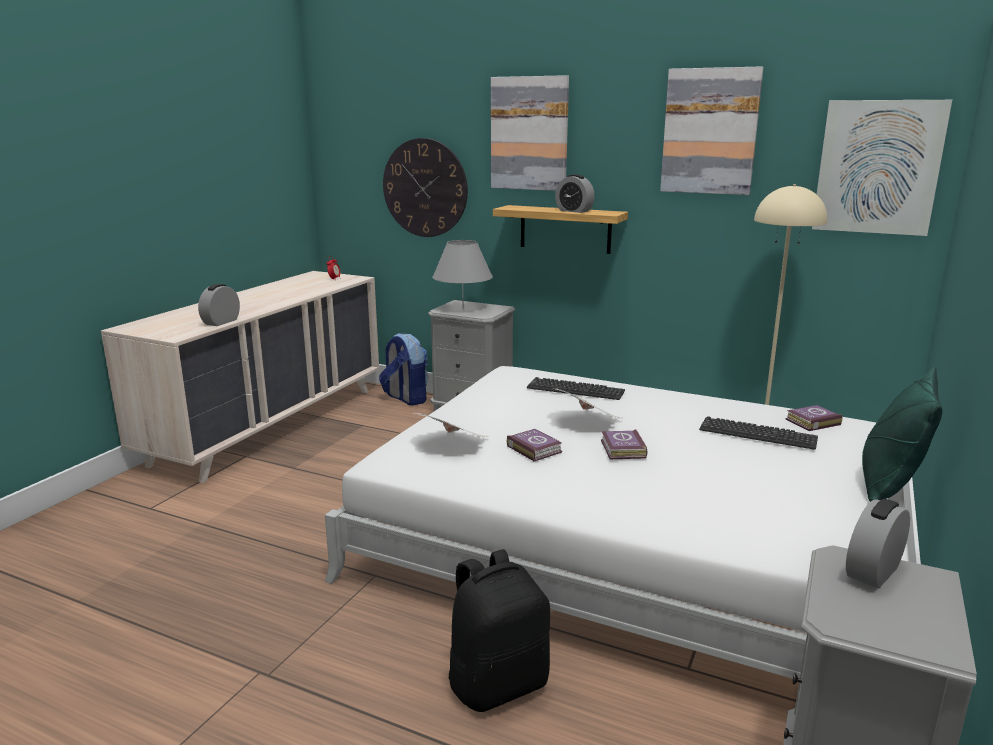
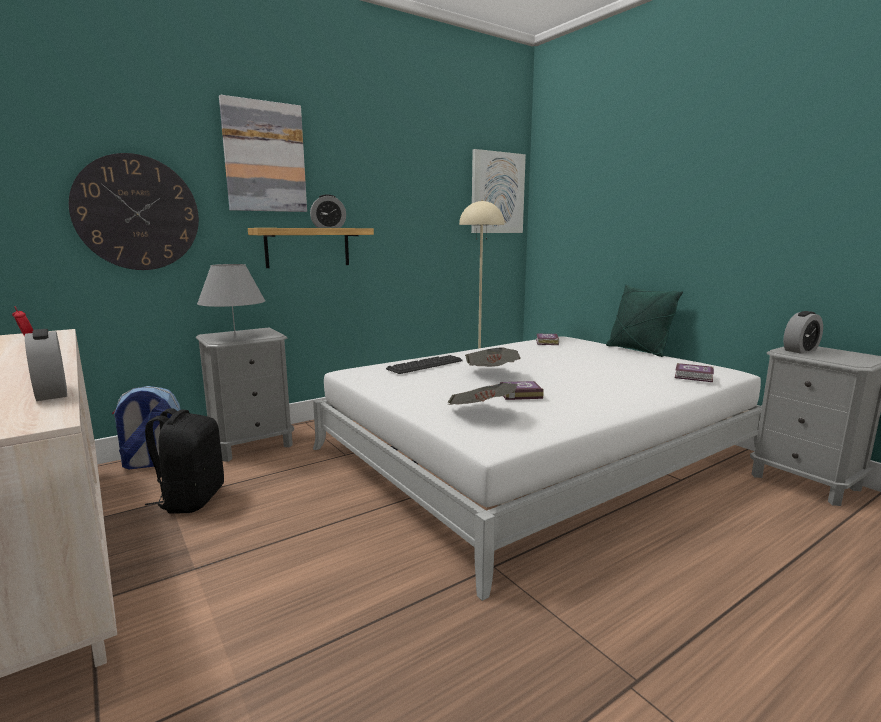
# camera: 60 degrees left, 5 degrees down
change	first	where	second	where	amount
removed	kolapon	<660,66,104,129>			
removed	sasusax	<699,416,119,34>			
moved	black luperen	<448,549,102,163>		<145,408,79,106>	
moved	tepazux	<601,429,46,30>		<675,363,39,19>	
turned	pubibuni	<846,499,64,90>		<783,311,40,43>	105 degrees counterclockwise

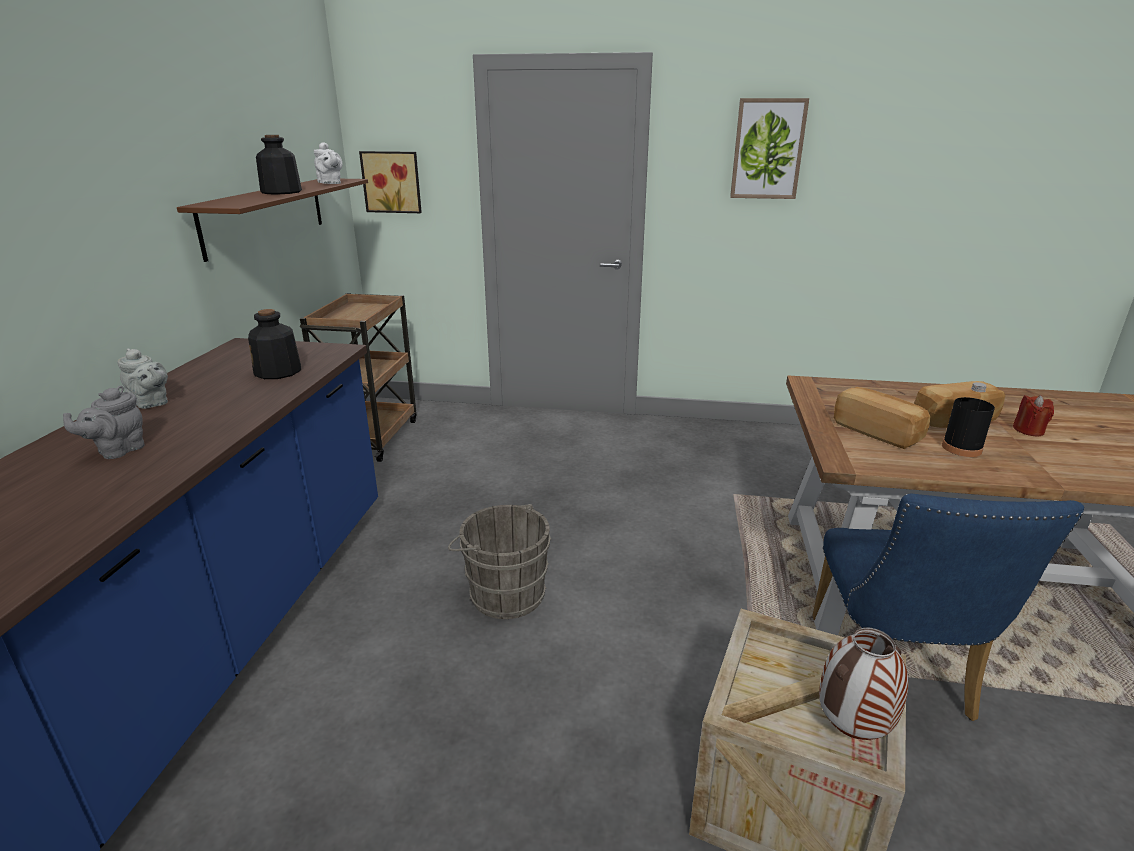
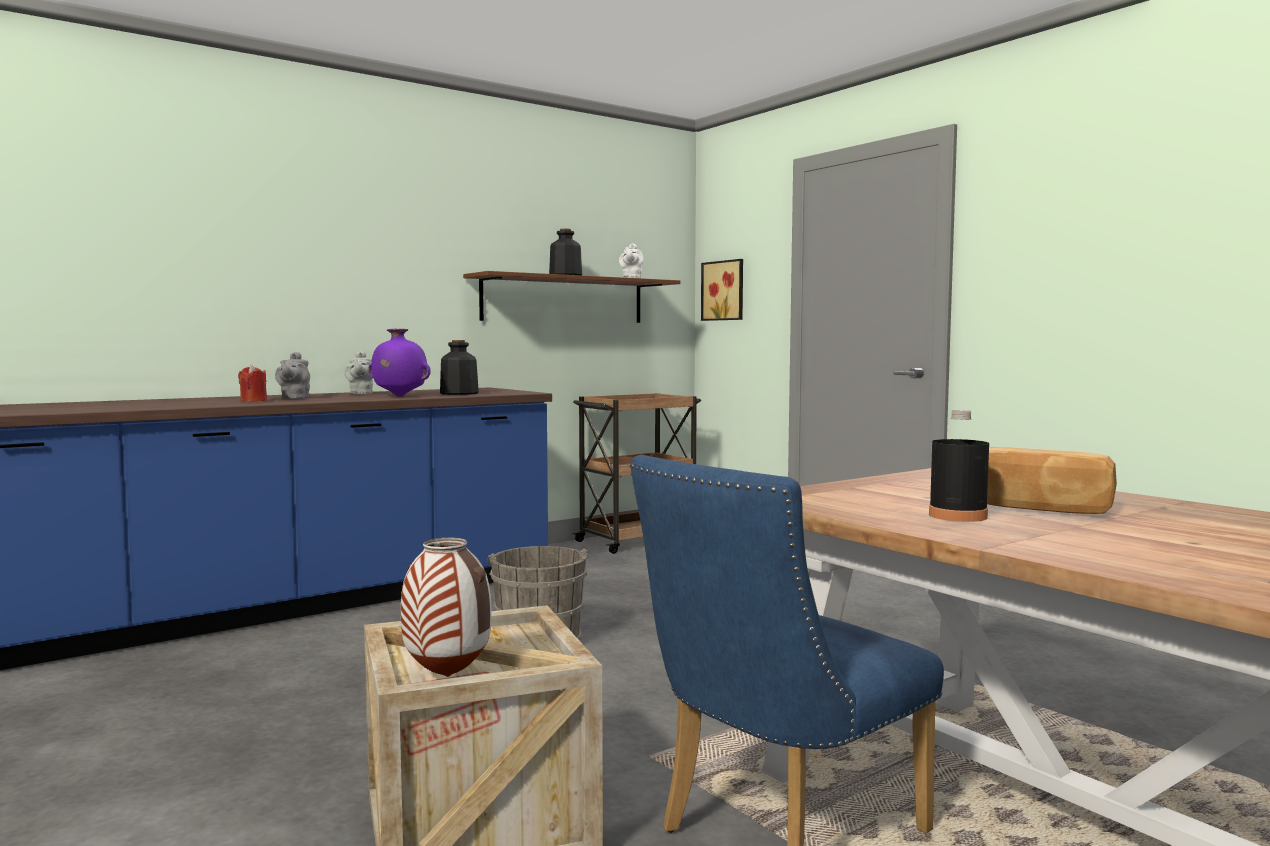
# camera: 45 degrees right, 20 degrees down
change	first	where	second	where	amount
removed	kolapon	<730,98,79,101>			
removed	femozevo	<834,387,96,62>			
added			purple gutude	<368,329,63,67>	
moved	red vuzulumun	<1013,395,41,41>		<238,365,29,37>	
turned	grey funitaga	<63,386,82,73>		<275,352,35,47>	75 degrees counterclockwise

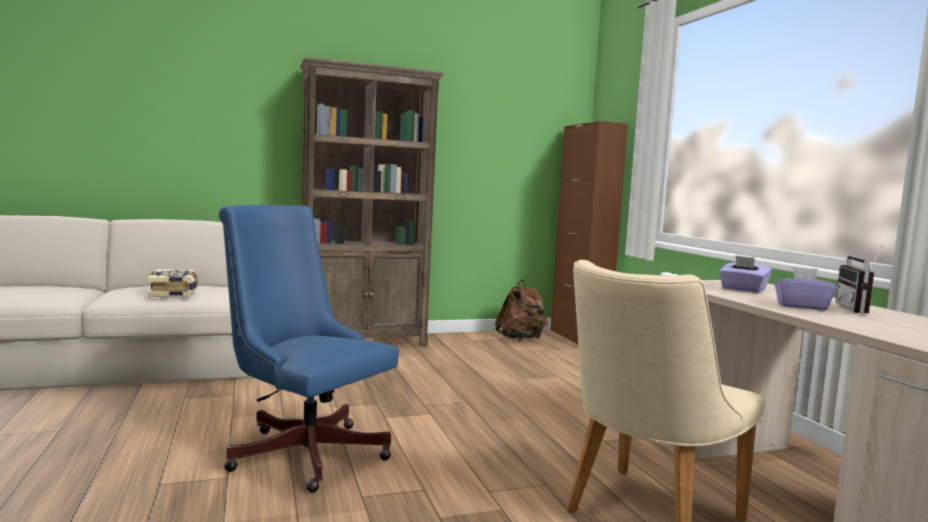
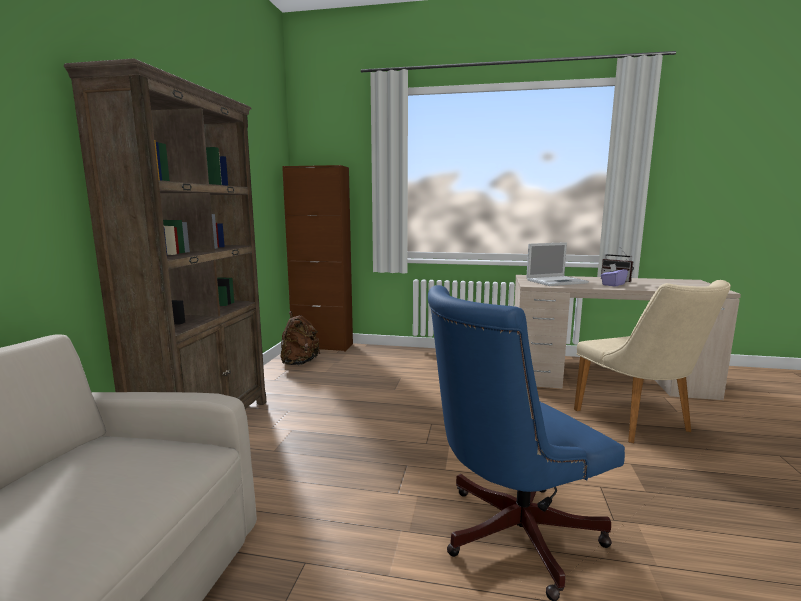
# camera: 60 degrees left, 5 degrees up
change	first	where	second	where	amount
removed	tepazux	<148,269,50,28>			
replaced	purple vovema	<719,255,53,38>	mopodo	<526,242,63,44>	

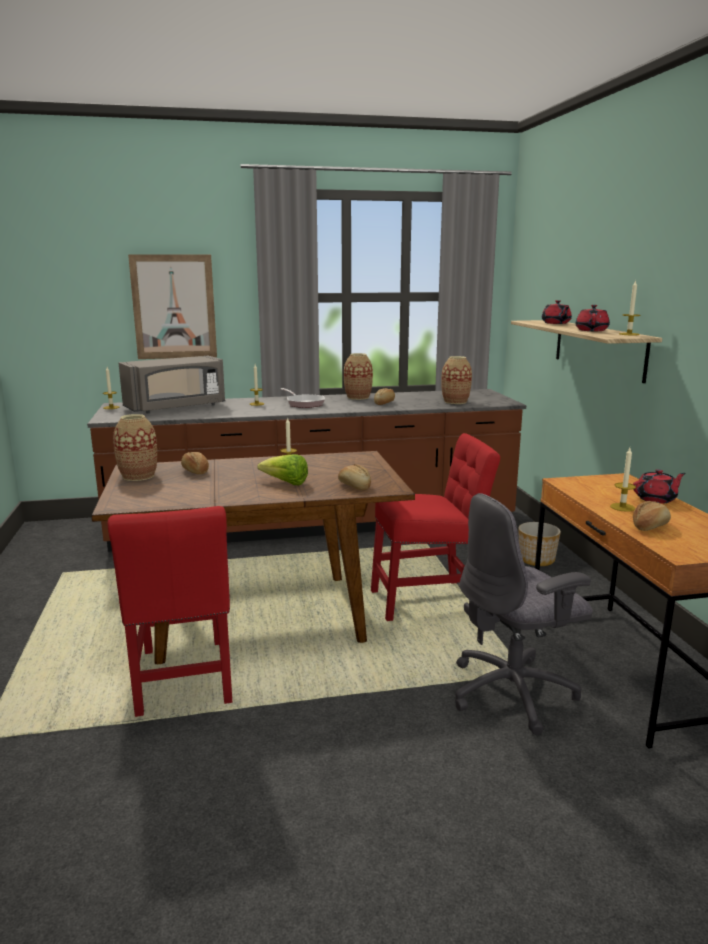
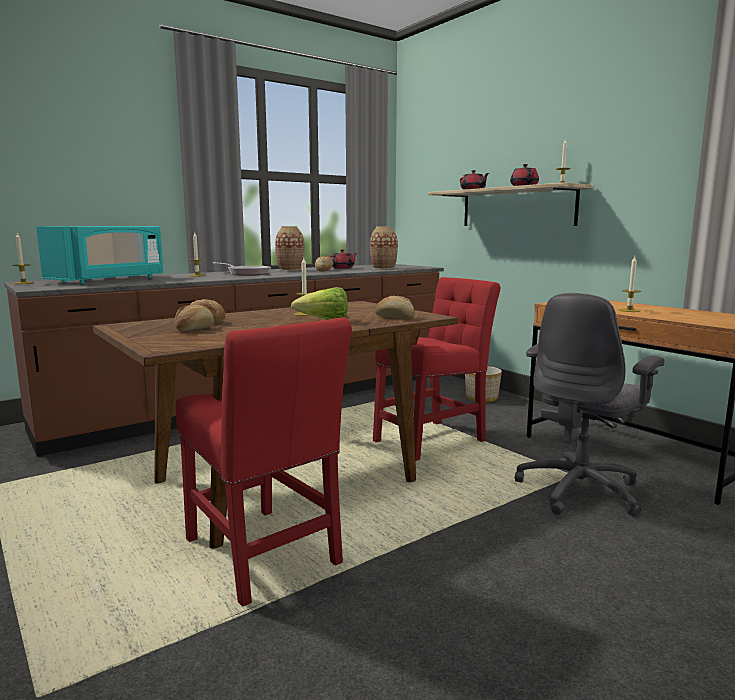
# camera: 25 degrees left, 5 degrees down
change	first	where	second	where	amount
removed	gutude	<113,414,44,67>			
removed	kolapon	<128,254,89,105>			
moved	red funitaga	<633,469,53,35>		<329,249,28,20>	
moved	femozevo	<633,501,38,30>		<175,305,39,26>	
recoloured	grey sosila	<119,356,106,57>	turquoise sosila	<36,226,127,58>	

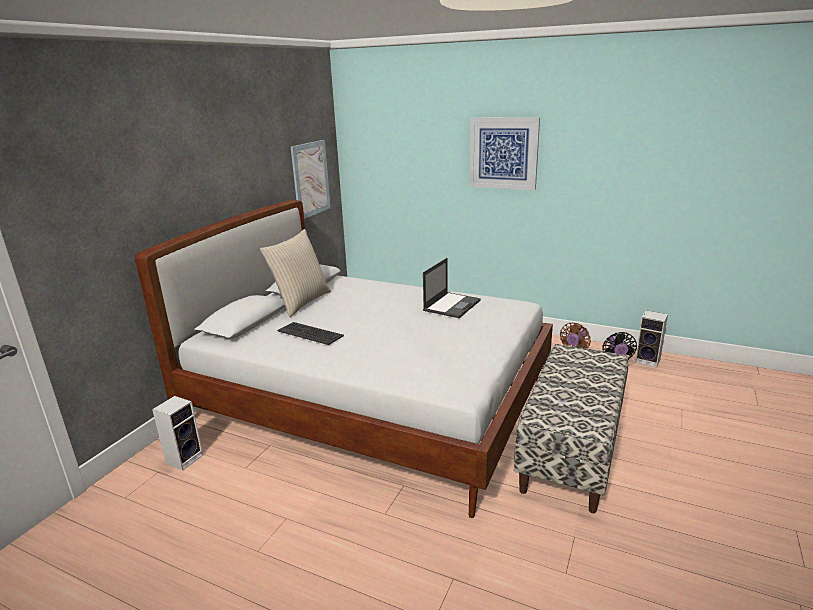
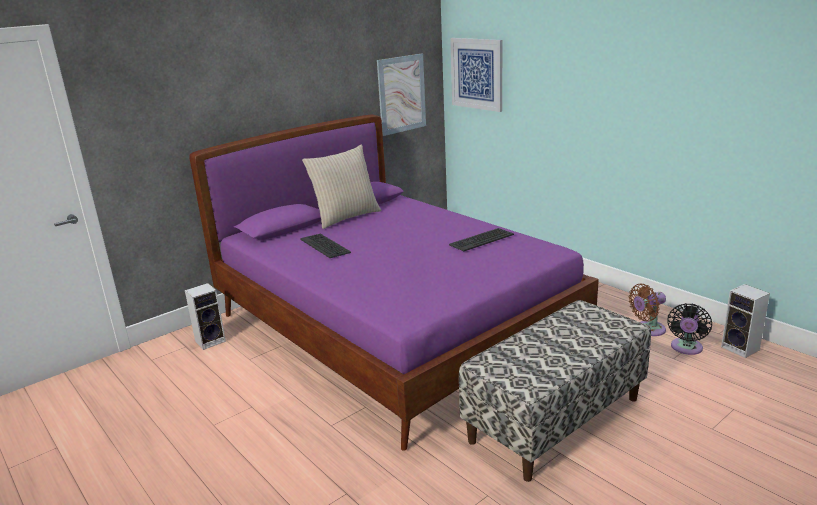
# camera: 25 degrees right, 0 degrees up
change	first	where	second	where	amount
moved	kolapon	<470,118,70,72>		<450,38,52,74>	
replaced	mopodo	<423,258,58,60>	sasusax	<449,228,65,23>	
recoloured	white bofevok	<135,200,418,318>	purple bofevok	<189,114,410,337>	

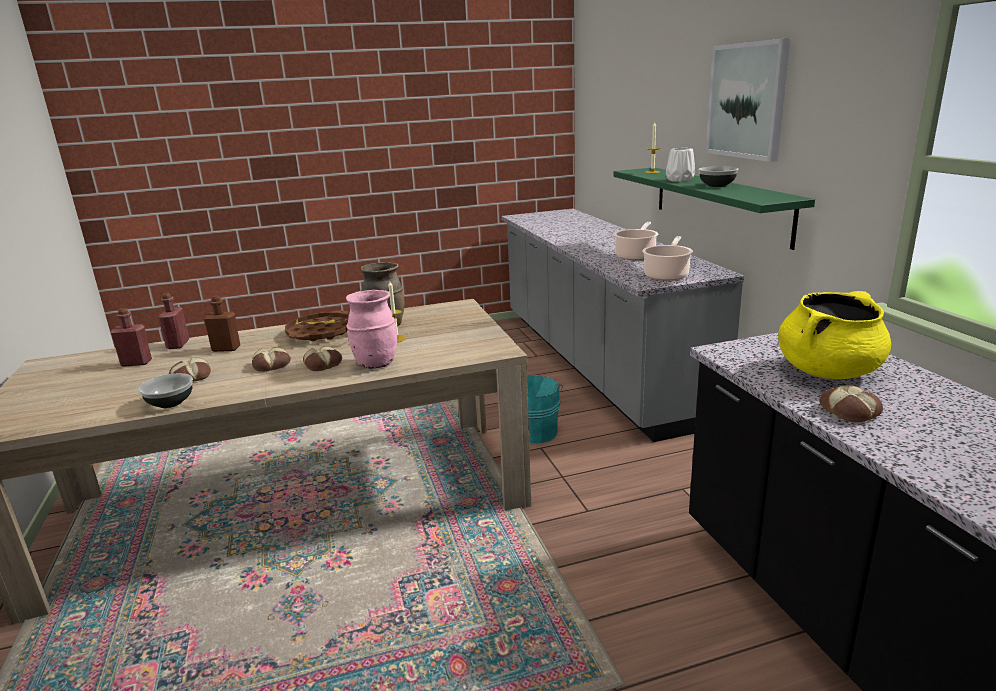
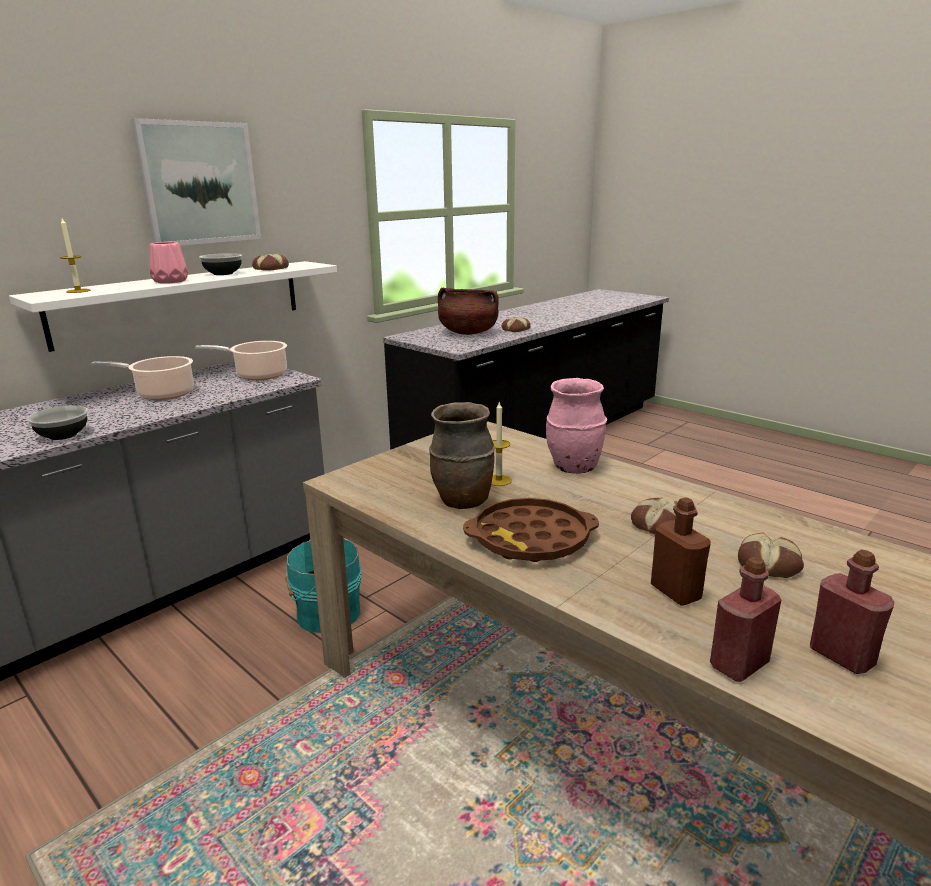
# camera: 120 degrees left, 0 degrees up
change	first	where	second	where	amount
moved	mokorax	<138,373,55,35>		<27,406,61,34>	
moved	femozevo	<303,346,39,25>		<252,254,37,17>	
recoloured	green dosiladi	<613,168,202,82>	white dosiladi	<9,261,328,91>	
recoloured	white gutude	<666,148,29,34>	pink gutude	<149,242,39,41>	
recoloured	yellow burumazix	<778,291,113,88>	brown burumazix	<438,288,61,47>	

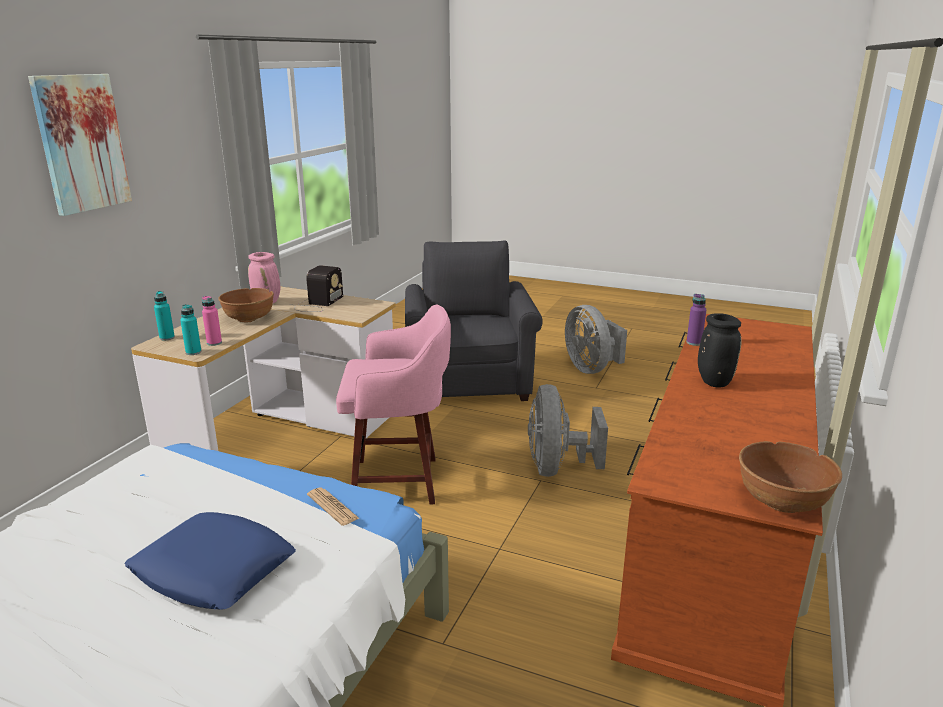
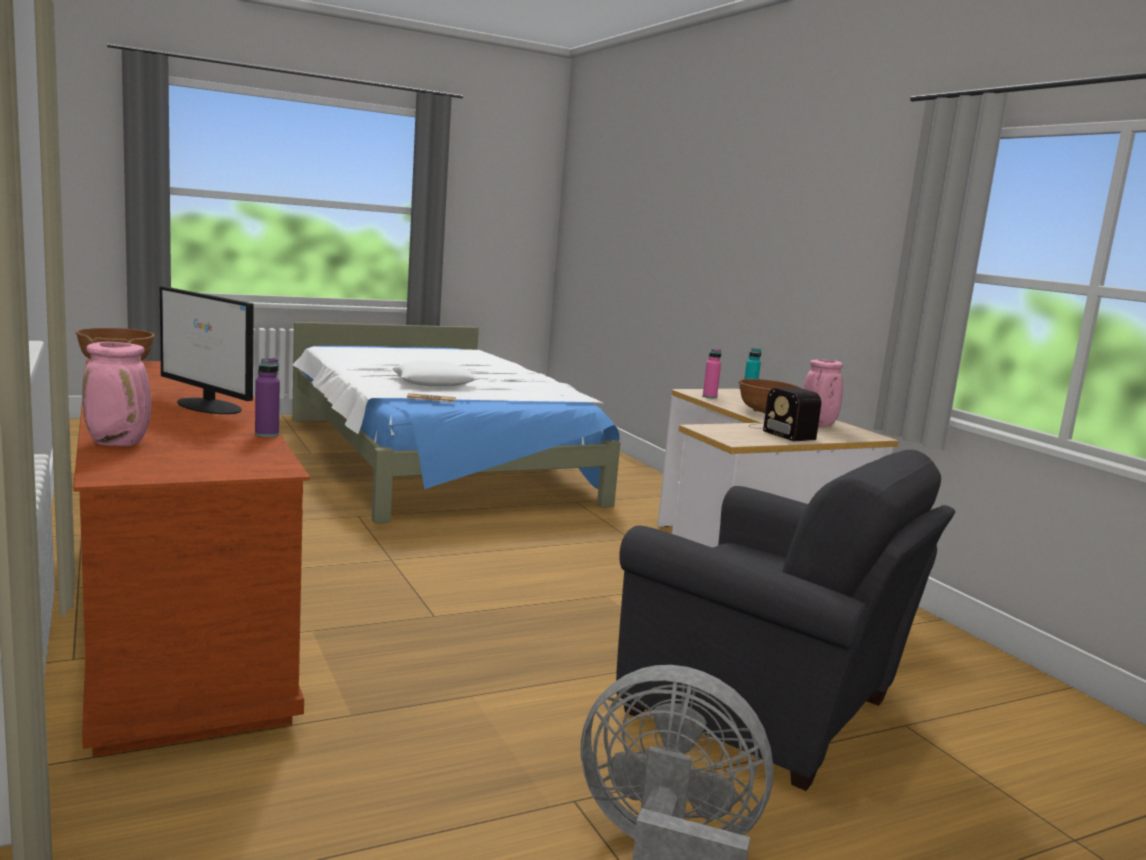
# camera: 130 degrees right, 10 degrees down
change	first	where	second	where	amount
removed	kolapon	<28,74,104,142>			
removed	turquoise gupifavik	<180,304,22,51>			
removed	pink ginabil	<336,304,115,200>			
removed	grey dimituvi	<528,384,80,93>			
added			pink gutude	<82,342,69,104>	
replaced	black gutude	<698,313,44,75>	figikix	<160,286,94,128>	
recoloured	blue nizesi	<124,512,172,98>	white nizesi	<392,361,85,25>	

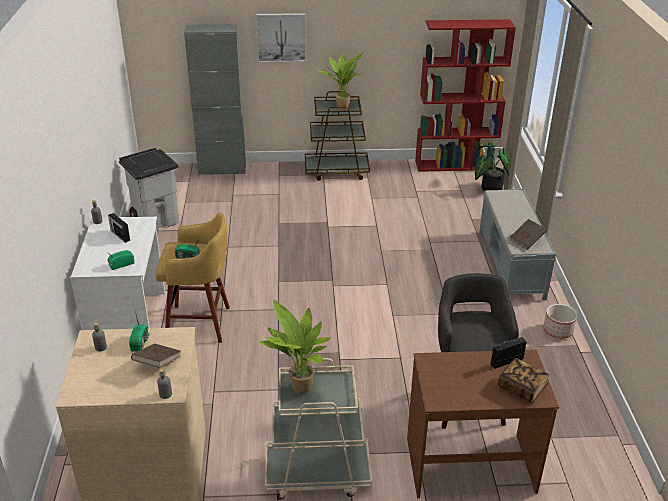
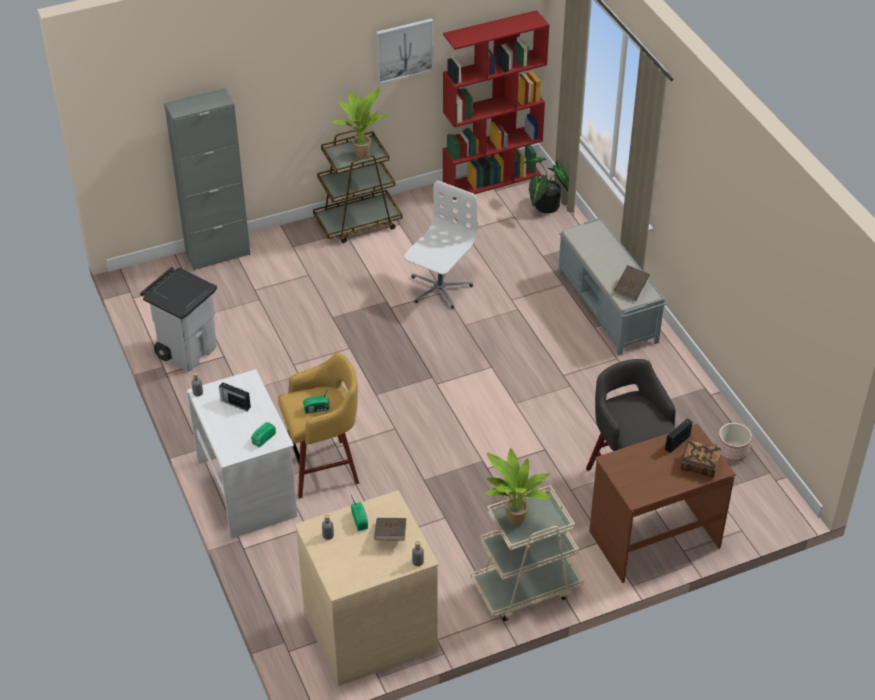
# camera: 20 degrees left, 10 degrees up
change	first	where	second	where	amount
added			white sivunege	<404,181,74,128>	
moved	kolapon	<256,13,50,50>		<376,18,57,66>	
moved	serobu	<543,304,34,35>		<717,423,35,39>	

